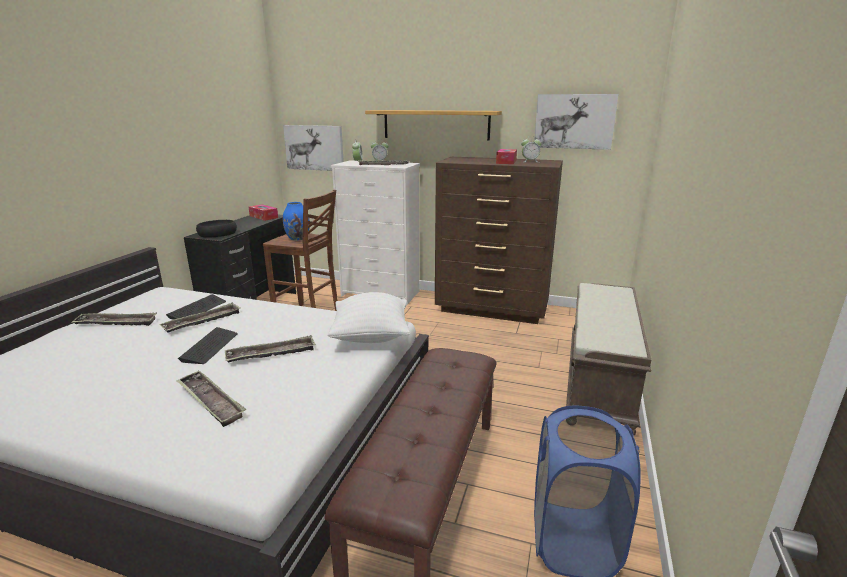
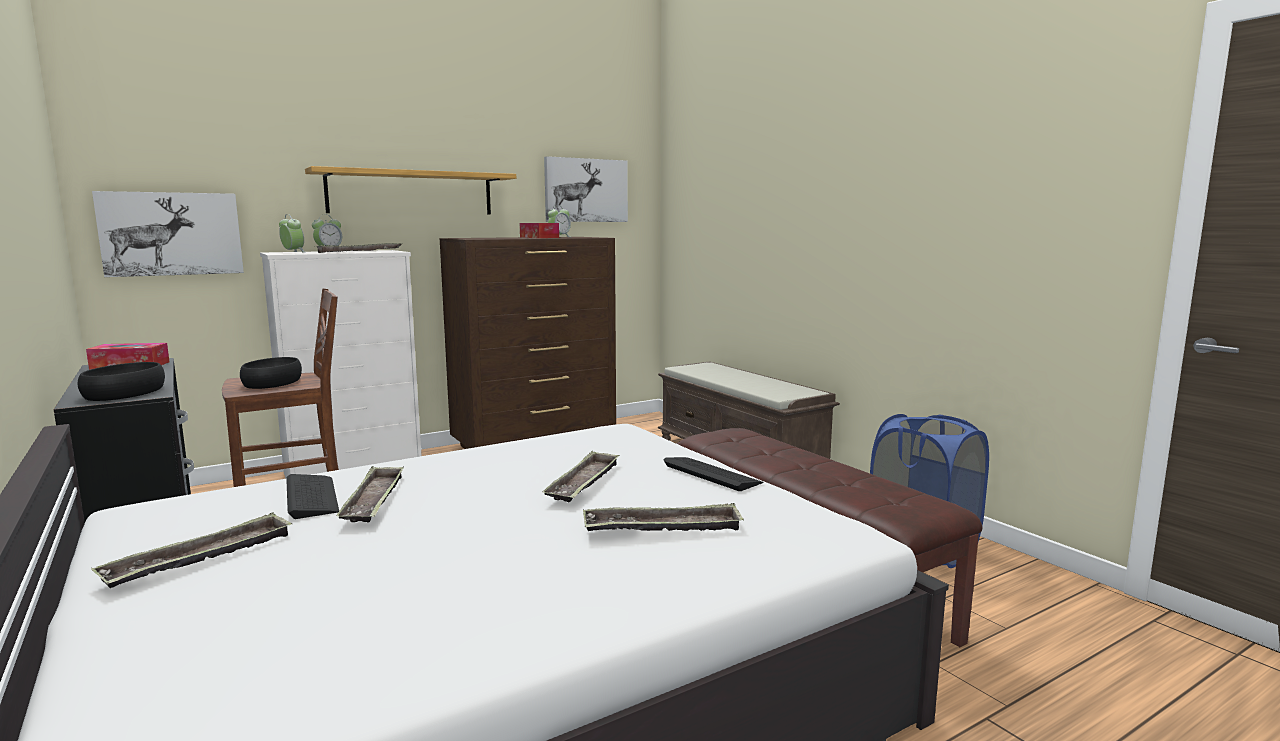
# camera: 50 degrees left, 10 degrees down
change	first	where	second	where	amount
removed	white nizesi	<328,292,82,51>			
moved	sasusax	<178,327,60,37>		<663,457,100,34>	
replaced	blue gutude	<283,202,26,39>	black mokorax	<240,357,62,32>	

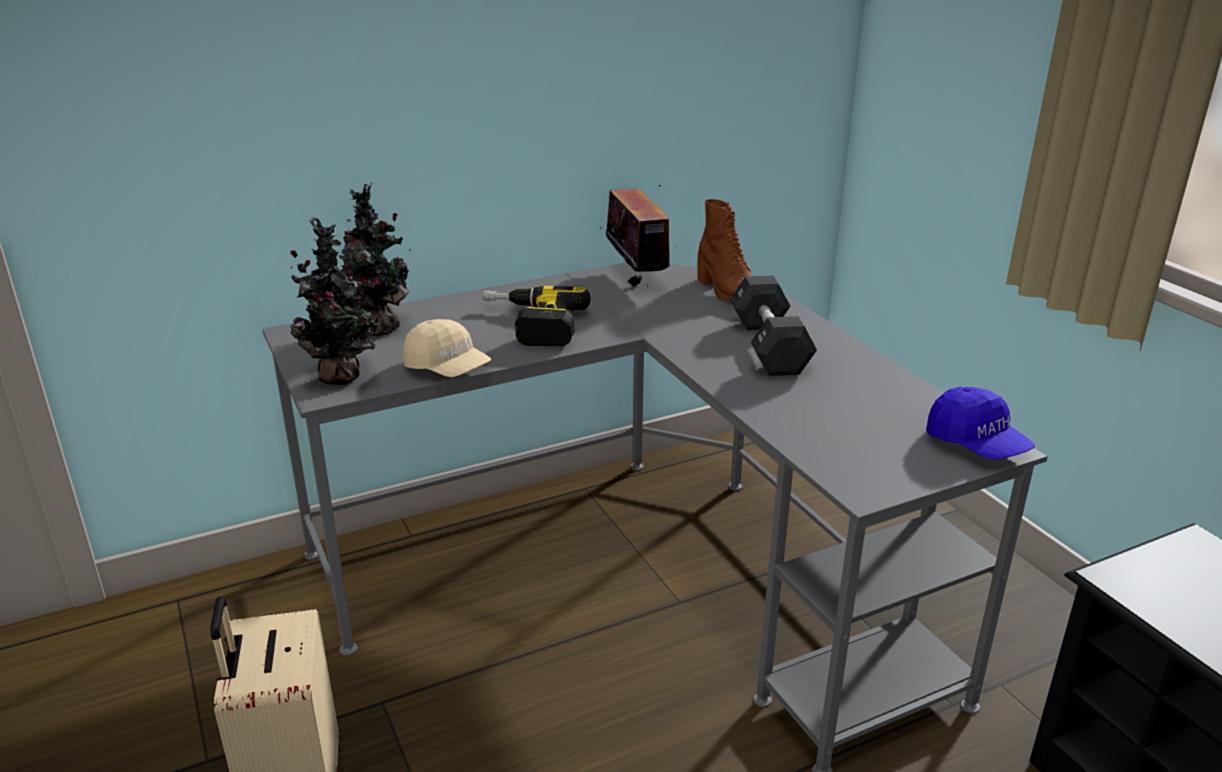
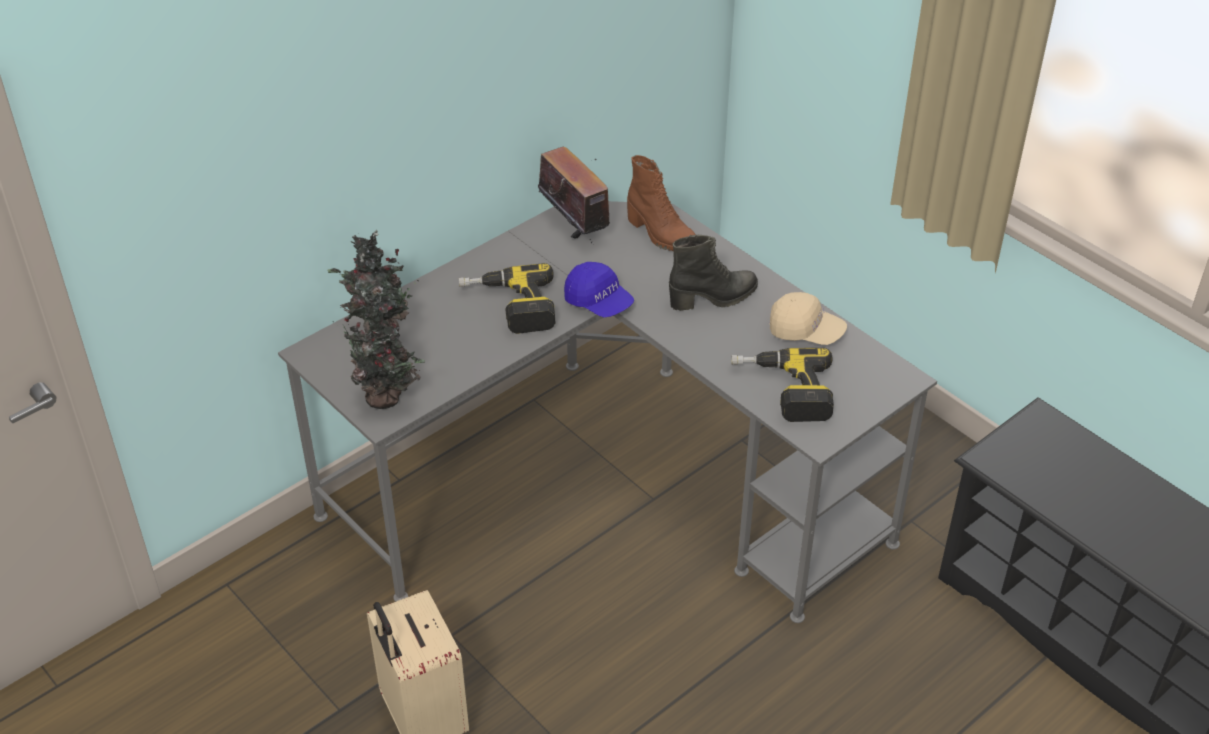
# camera: 15 degrees left, 15 degrees up
change	first	where	second	where	amount
added			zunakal	<731,348,103,74>	
moved	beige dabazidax	<404,319,87,58>		<770,292,77,53>	
moved	blue dabazidax	<926,387,109,72>		<564,262,70,56>	
replaced	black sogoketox	<730,276,87,100>	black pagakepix	<669,235,89,76>	

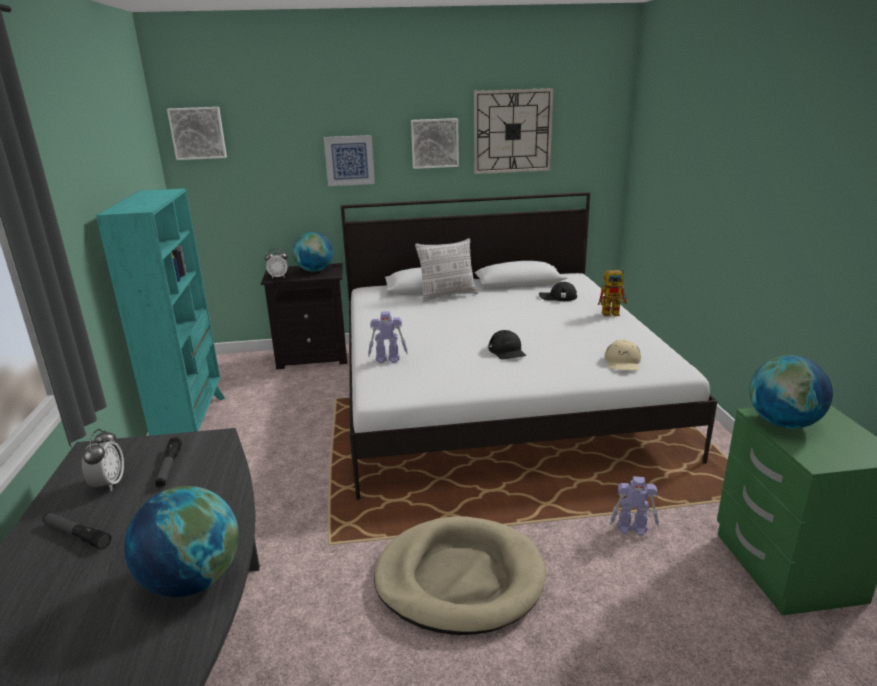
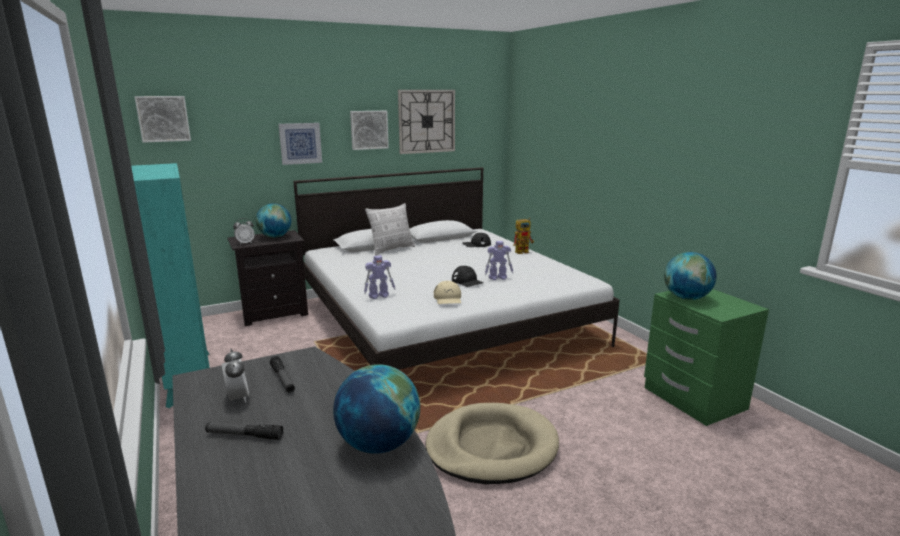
# camera: 20 degrees left, 5 degrees down
change	first	where	second	where	amount
moved	beige dabazidax	<605,340,36,30>		<434,281,27,23>	
moved	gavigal	<610,476,49,60>		<485,241,28,39>	

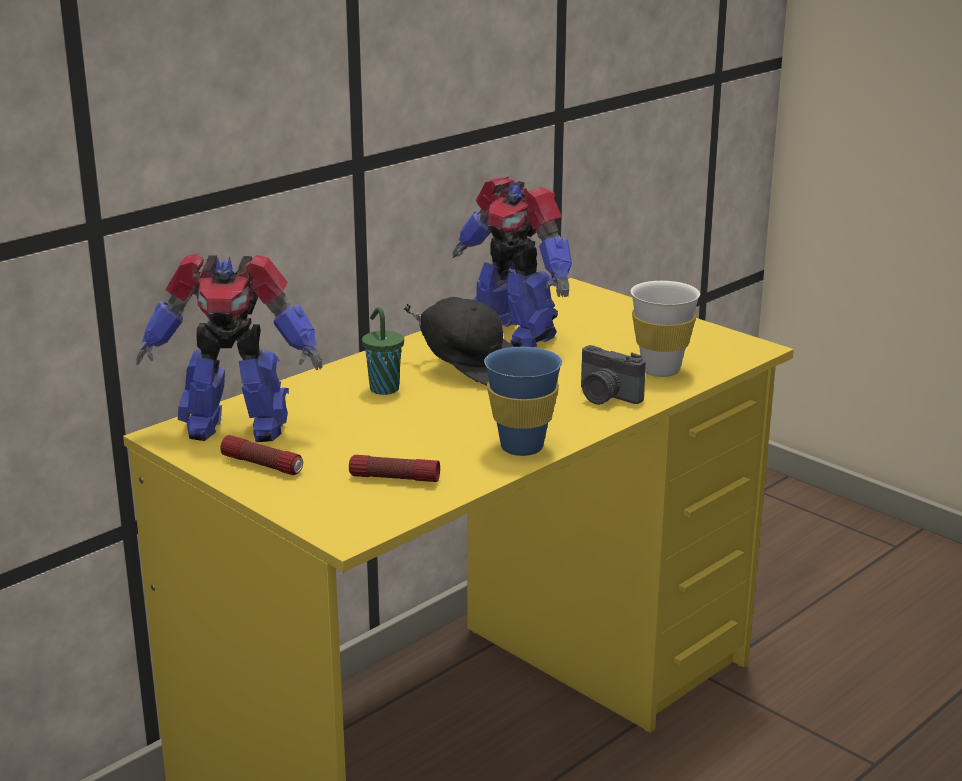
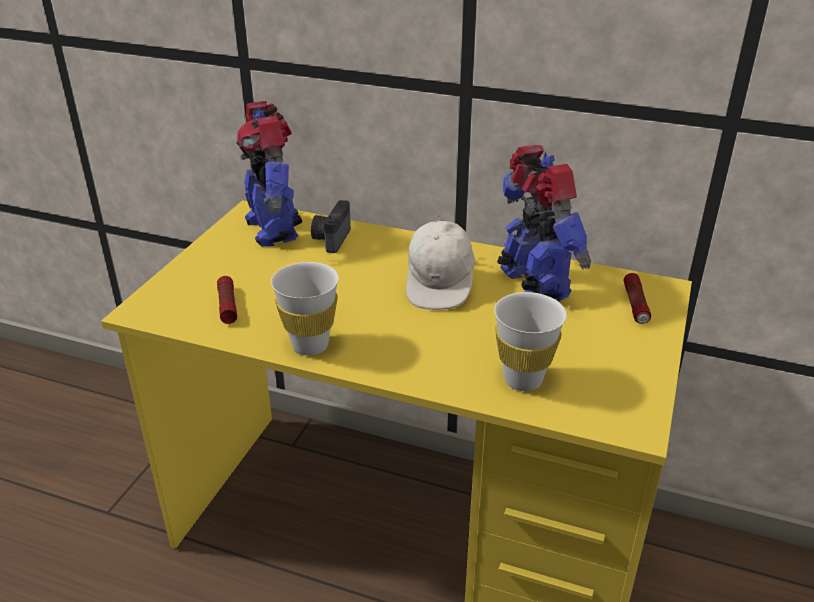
# camera: 65 degrees right, 10 degrees up
change	first	where	second	where	amount
removed	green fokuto	<362,307,42,88>			
moved	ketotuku	<220,435,83,40>		<623,273,28,51>	
moved	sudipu	<581,345,65,60>		<311,200,40,53>	
recoloured	black dabazidax	<404,297,110,89>	white dabazidax	<406,213,69,97>	
recoloured	blue fokuto	<484,347,78,109>	white fokuto	<271,262,68,94>	
turned	gavigal	<453,177,119,170>		<497,145,94,156>	135 degrees clockwise

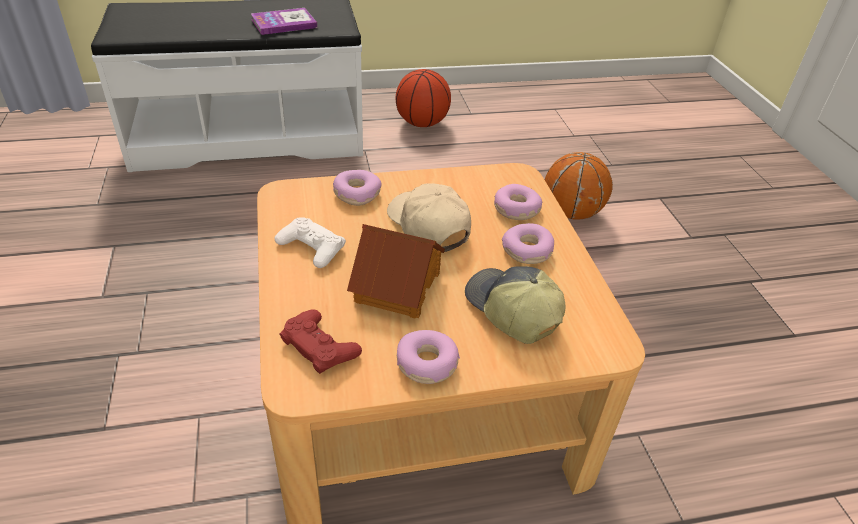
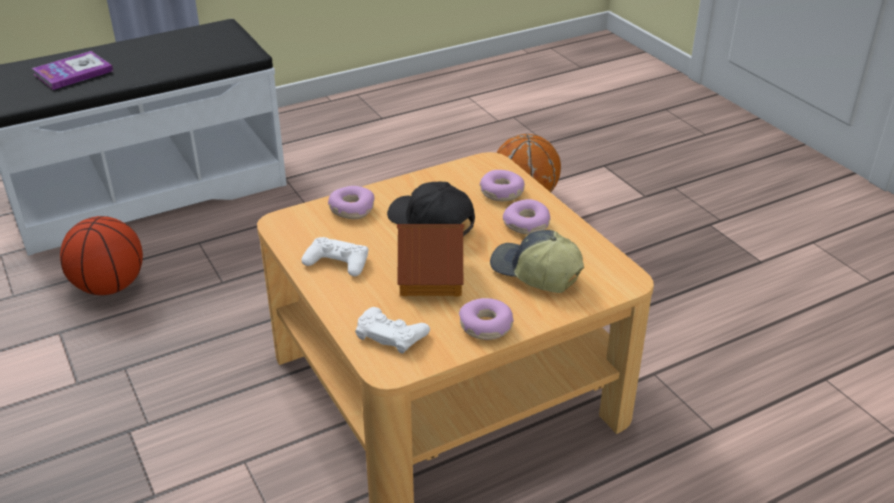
# camera: 15 degrees left, 5 degrees down
change	first	where	second	where	amount
moved	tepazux	<251,8,66,27>		<32,51,81,39>	
moved	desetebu	<396,69,55,58>		<60,216,83,79>	
recoloured	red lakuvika	<280,309,82,65>	white lakuvika	<355,307,75,47>	
recoloured	beige dabazidax	<387,183,84,69>	black dabazidax	<387,182,88,55>	

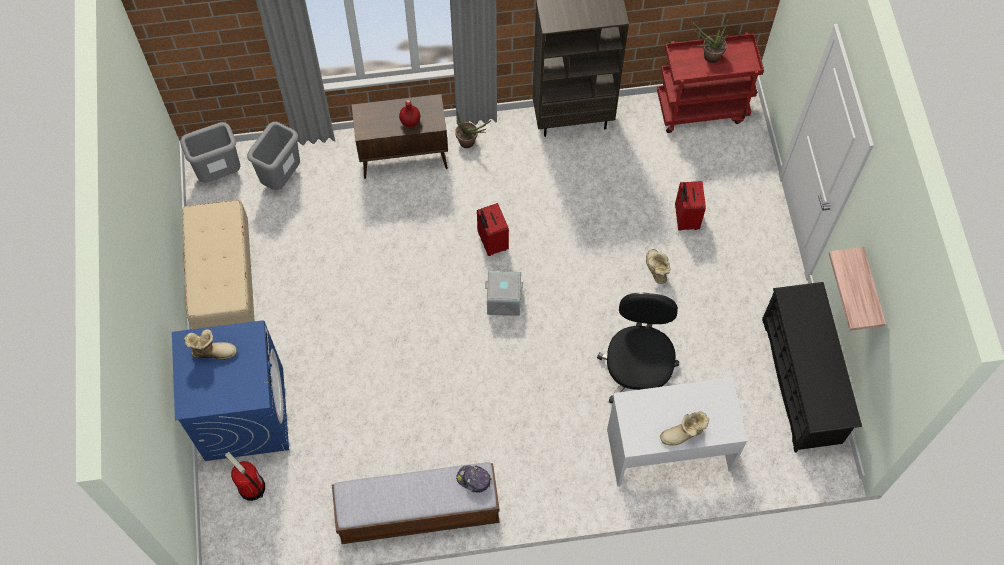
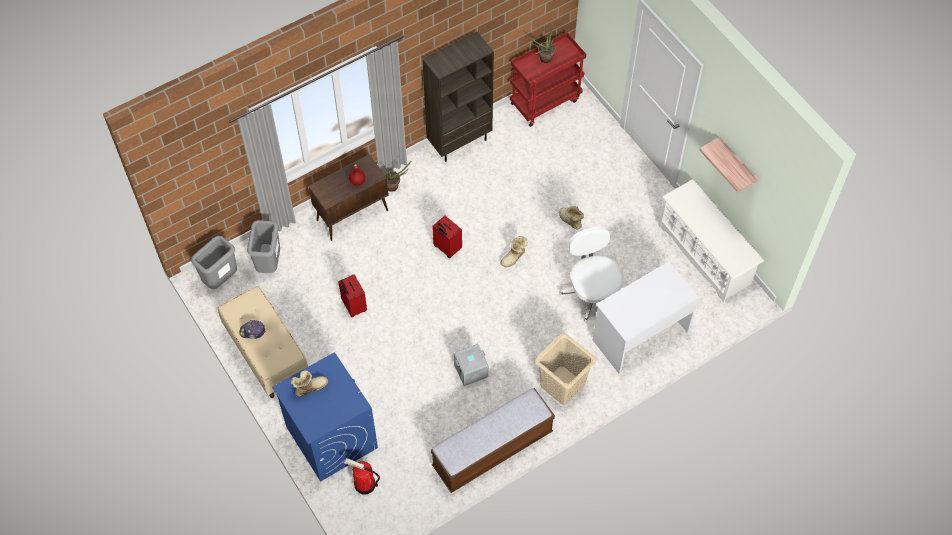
# camera: 25 degrees left, 5 degrees down
change	first	where	second	where	amount
added			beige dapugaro	<535,333,62,72>	
moved	dabazidax	<456,465,36,28>		<239,320,26,19>	
moved	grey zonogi	<485,271,38,45>		<454,344,34,42>	
moved	pagakepix	<660,411,49,35>		<500,236,28,31>	
moved	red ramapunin	<675,181,31,50>		<338,275,29,42>	
recoloured	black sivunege	<597,292,82,112>	white sivunege	<561,226,62,96>	
recoloured	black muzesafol	<762,282,100,171>	white muzesafol	<658,179,106,124>	

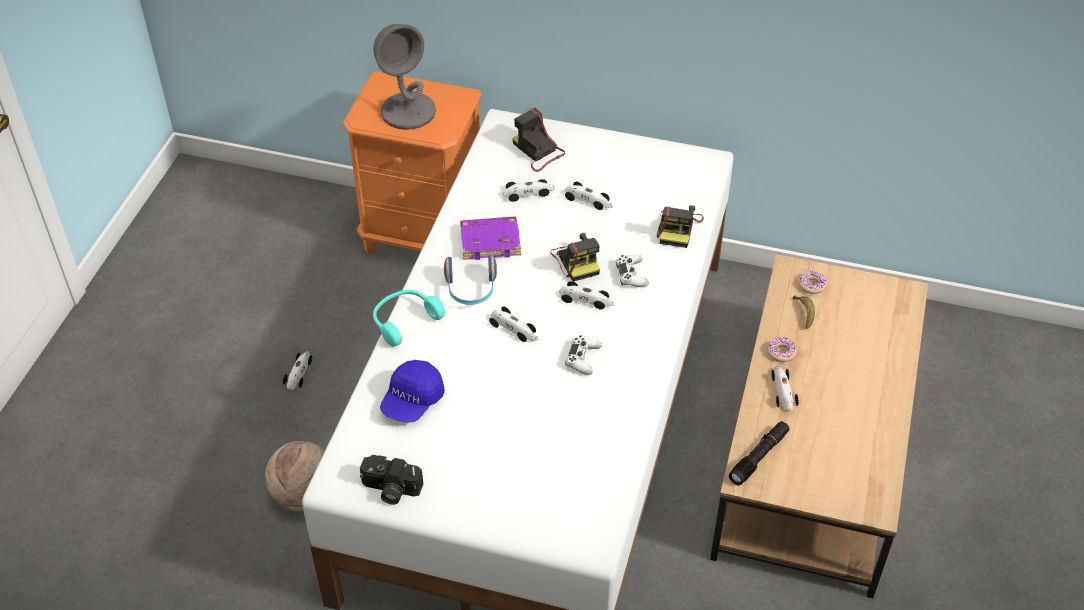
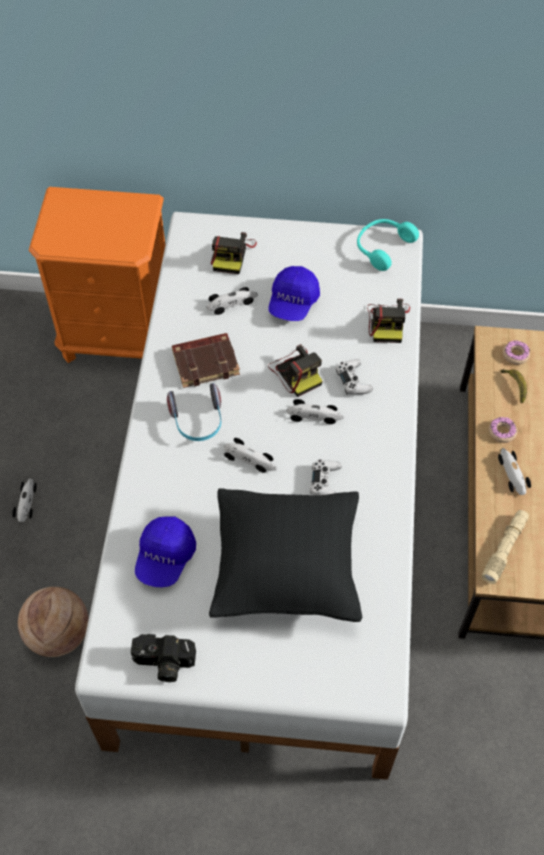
# camera: 10 degrees left, 10 degrees up
change	first	where	second	where	amount
removed	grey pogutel	<373,24,63,106>			
added			black nizesi	<209,488,153,134>	
moved	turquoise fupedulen	<373,290,72,56>		<357,219,62,52>	
replaced	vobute	<564,181,49,29>	blue dabazidax	<268,266,52,55>	
recoloured	purple tepazux	<460,216,61,44>	brown tepazux	<172,333,68,55>	
recoloured	black ketotuku	<729,421,60,64>	beige ketotuku	<482,510,47,74>	
turned	sudipu	<512,108,53,64>		<211,232,46,42>	120 degrees counterclockwise

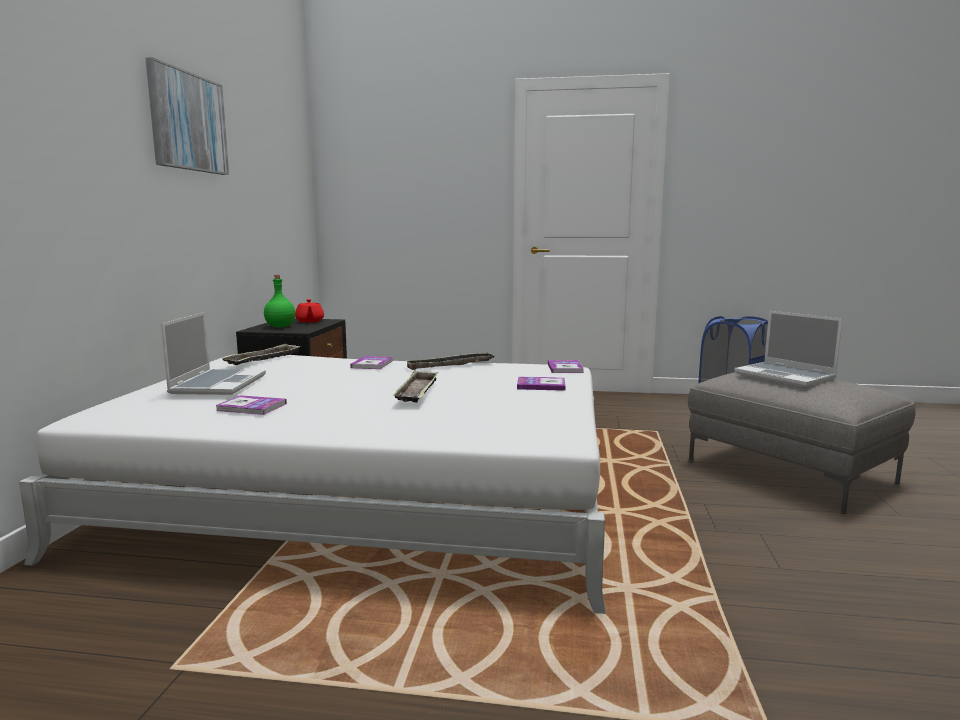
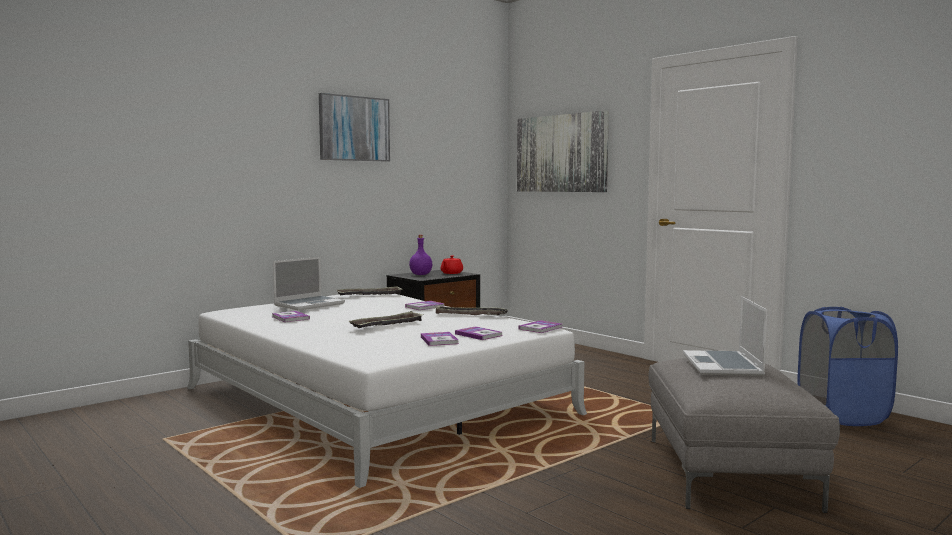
# camera: 40 degrees right, 5 degrees down
change	first	where	second	where	amount
added			tepazux	<421,332,38,14>	
added			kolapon	<517,110,92,82>	
recoloured	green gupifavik	<264,275,31,52>	purple gupifavik	<409,235,23,40>	

